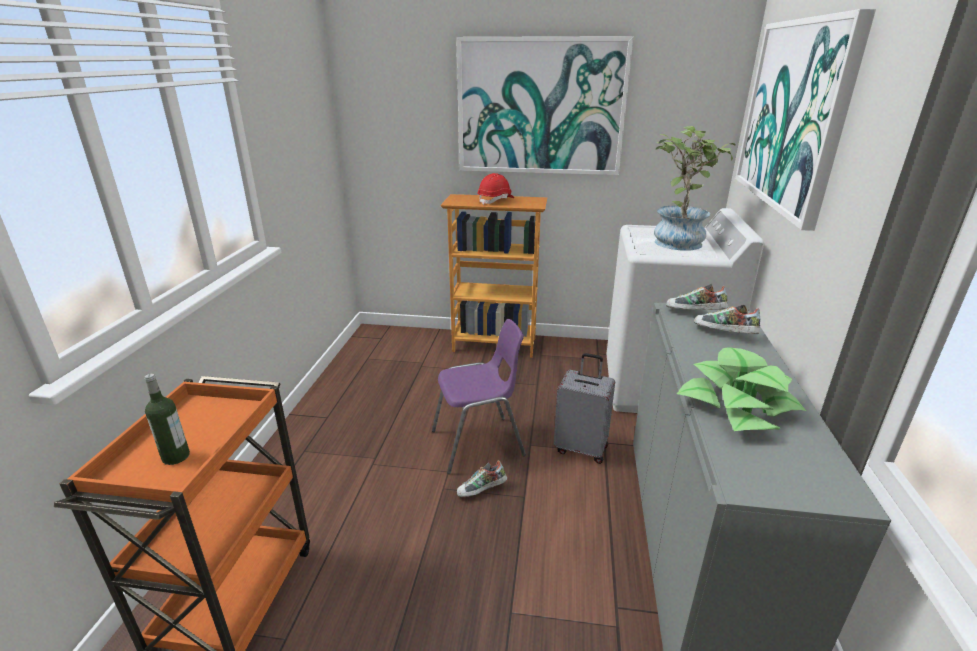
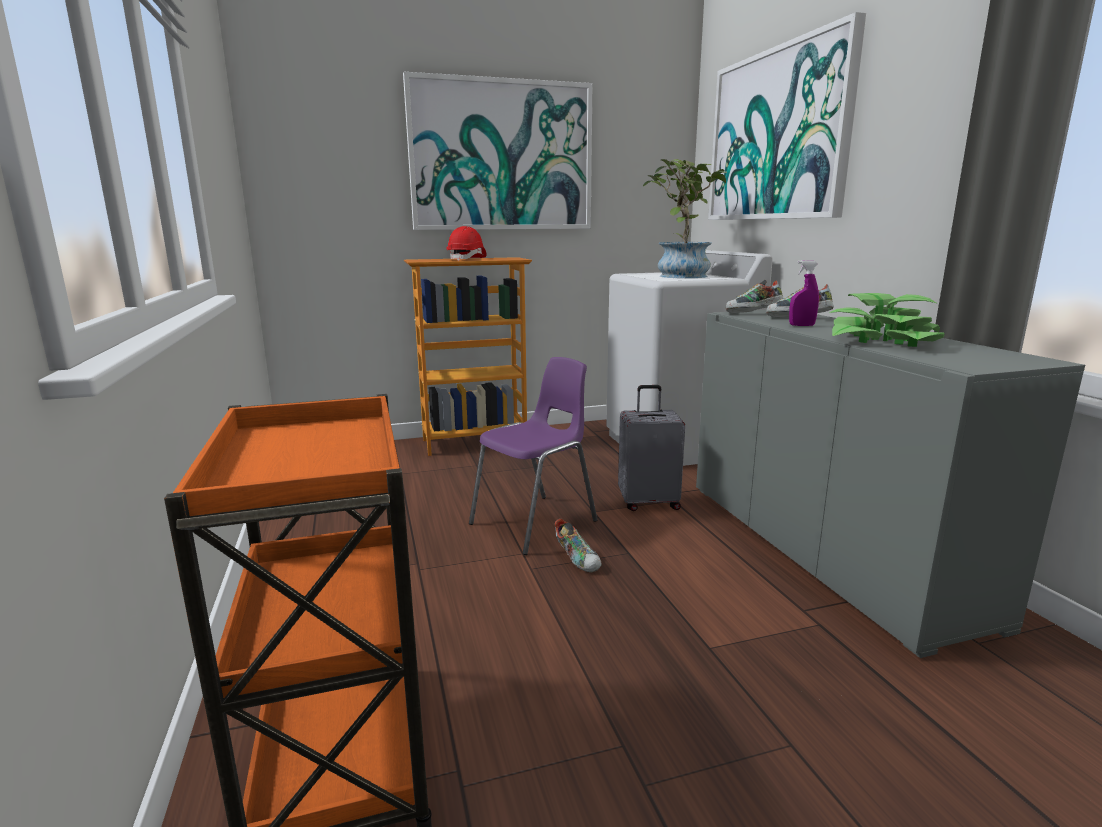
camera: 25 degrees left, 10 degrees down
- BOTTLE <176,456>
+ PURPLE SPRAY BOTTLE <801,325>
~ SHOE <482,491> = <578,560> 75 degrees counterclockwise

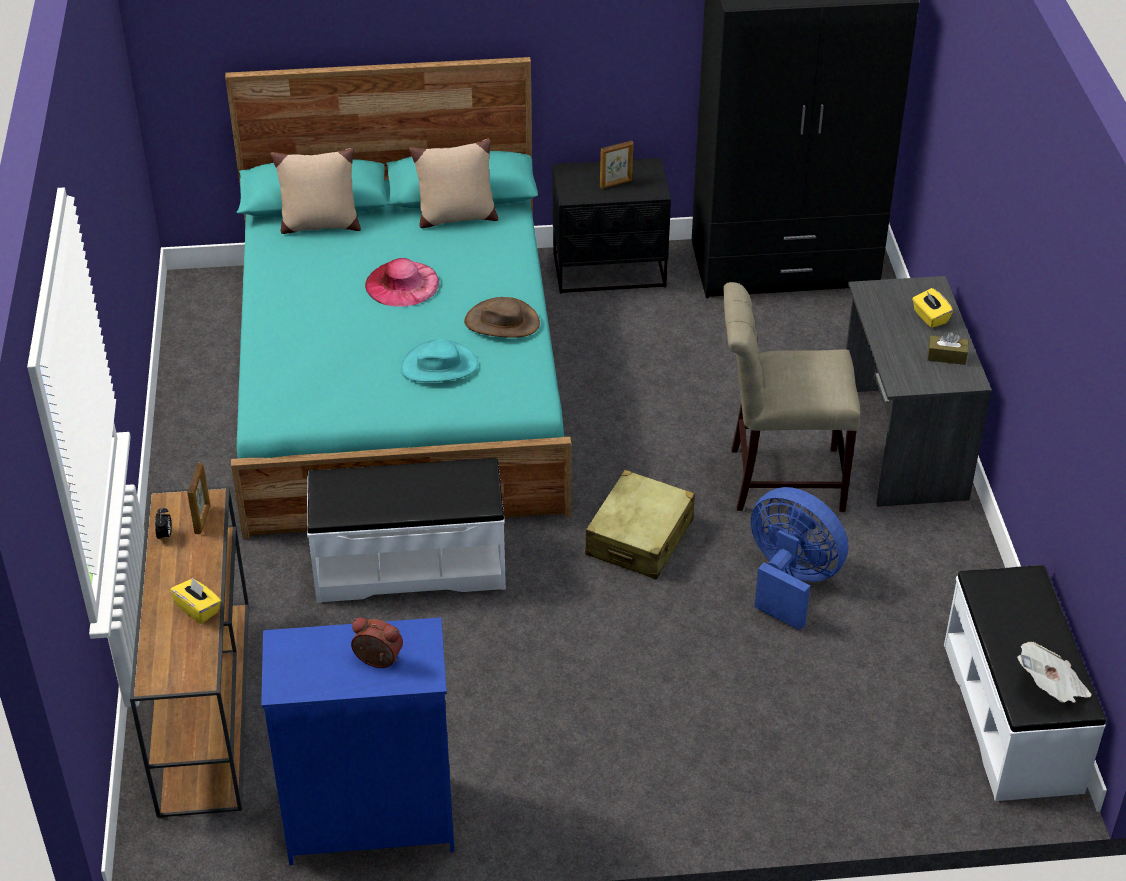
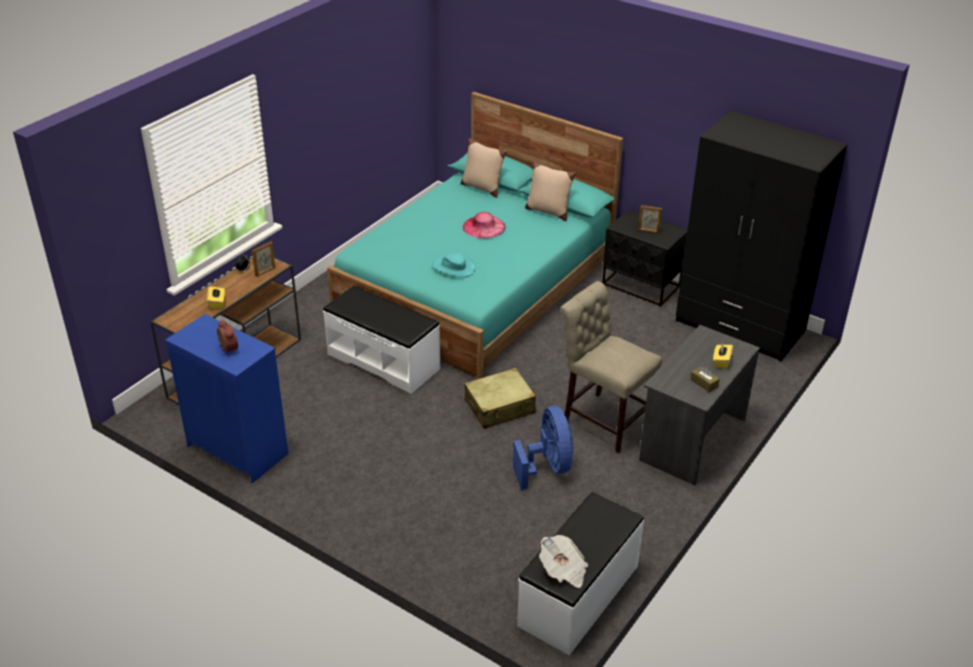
camera: 40 degrees right, 5 degrees down
- BROWN HAT <502,322>

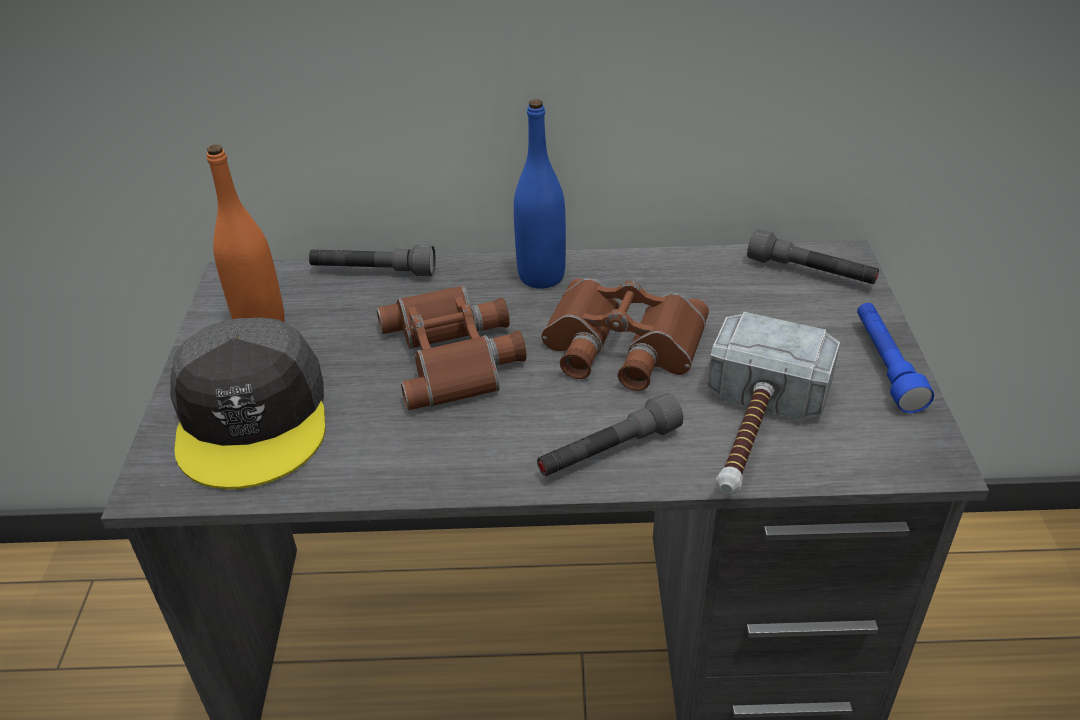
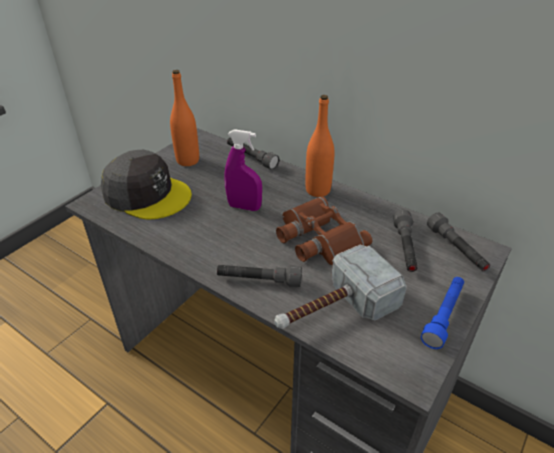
camera: 35 degrees right, 0 degrees up
+ GREY FLASHLIGHT <405,248>
~ BROWN BINOCULARS <455,355> to PURPLE SPRAY BOTTLE <244,207>
~ BLUE BOTTLE <541,276> to ORANGE BOTTLE <318,190>
~ GREY CAP <253,417> = <147,194> 90 degrees counterclockwise

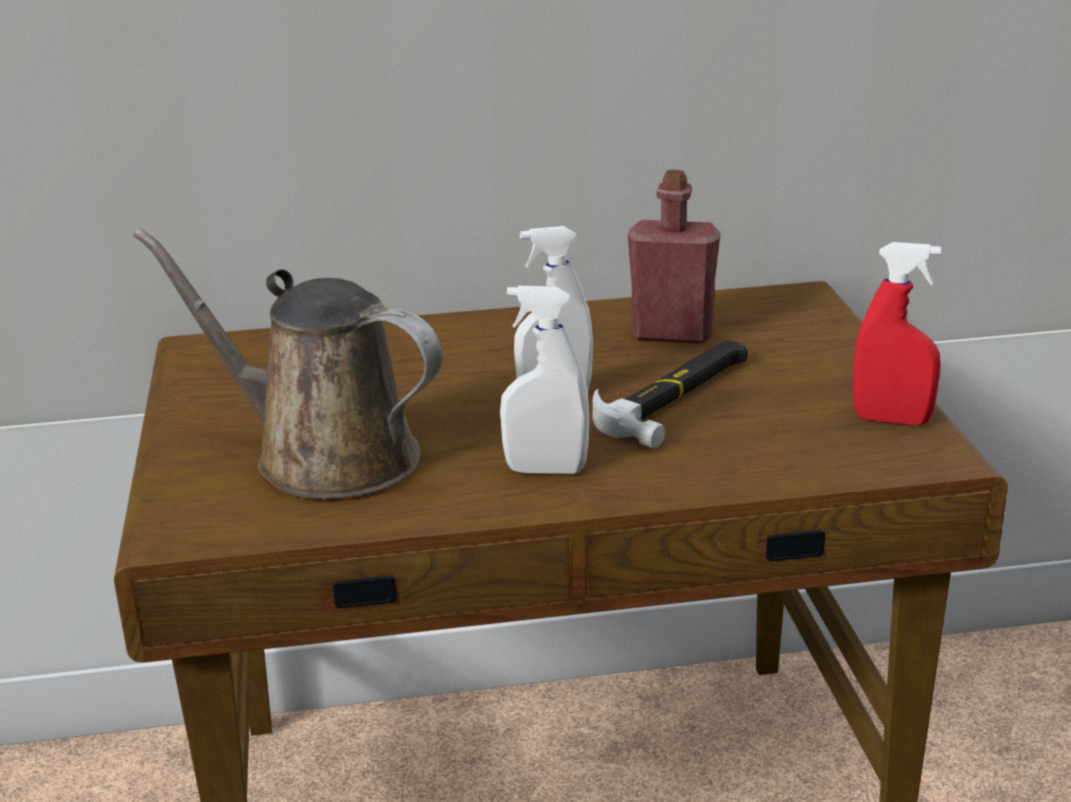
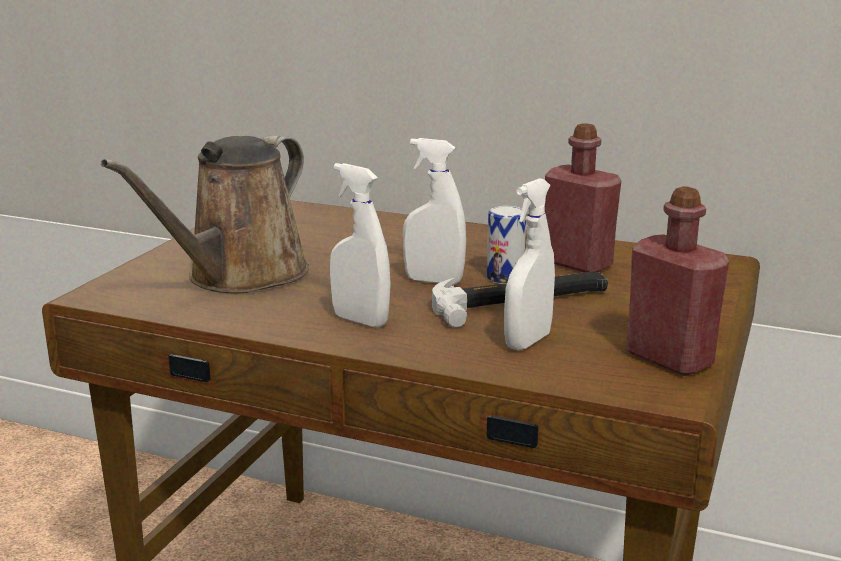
camera: 30 degrees right, 5 degrees down
+ CAN <505,277>
+ WHITE SPRAY BOTTLE <527,341>
~ RED SPRAY BOTTLE <891,420> to RED BOTTLE <669,359>
~ BROWN WATERING CAN <323,456> = <239,276> 120 degrees counterclockwise

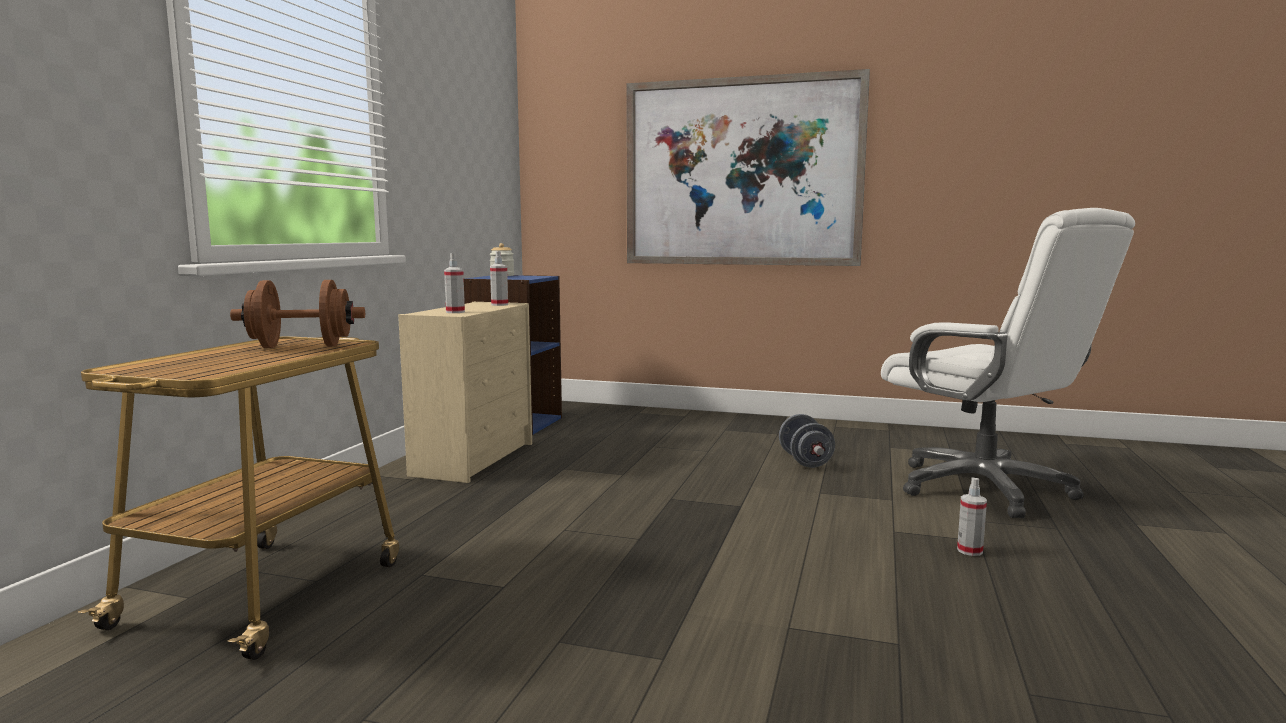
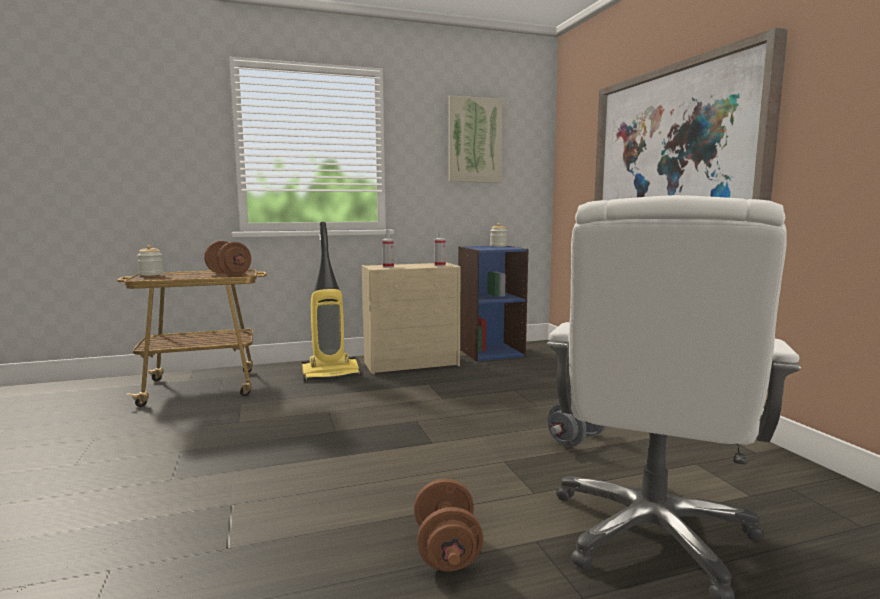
camera: 55 degrees right, 0 degrees up
+ JAR <151,274>
+ VACUUM CLEANER <331,374>
+ PICTURE <474,140>
~ SPRAY BOTTLE <969,551> to BROWN DUMBBELL <446,551>

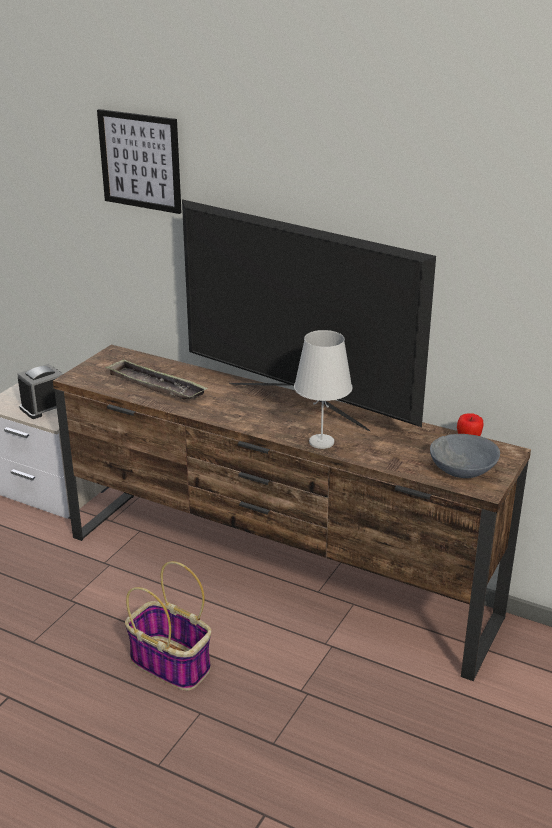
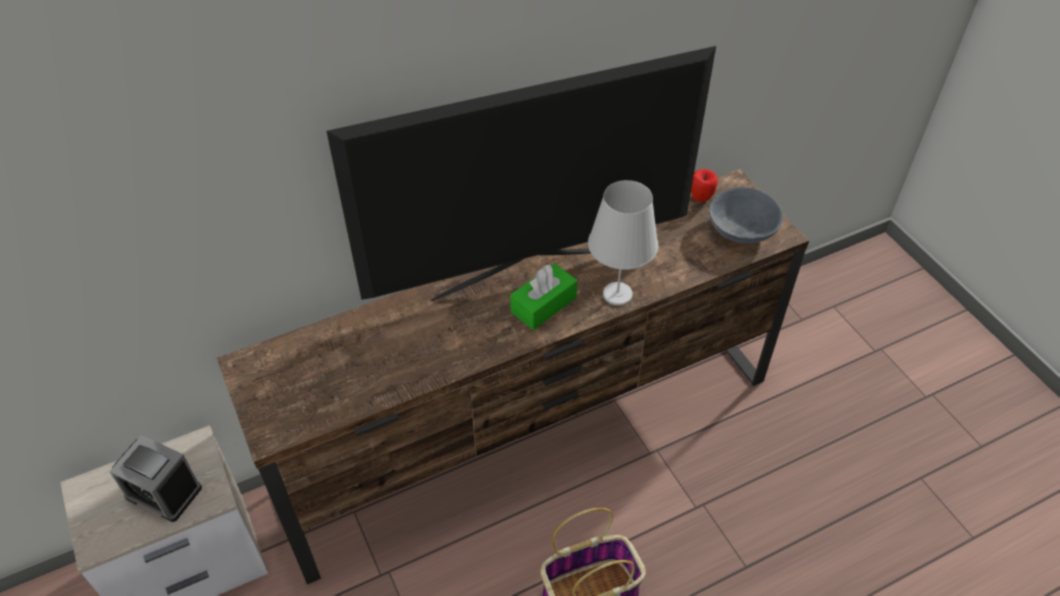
camera: 55 degrees left, 20 degrees up
- PICTURE <140,161>
- TRAY <155,386>
+ GREEN TISSUE BOX <543,305>
~ ALARM CLOCK <44,407> = <163,492> 60 degrees counterclockwise

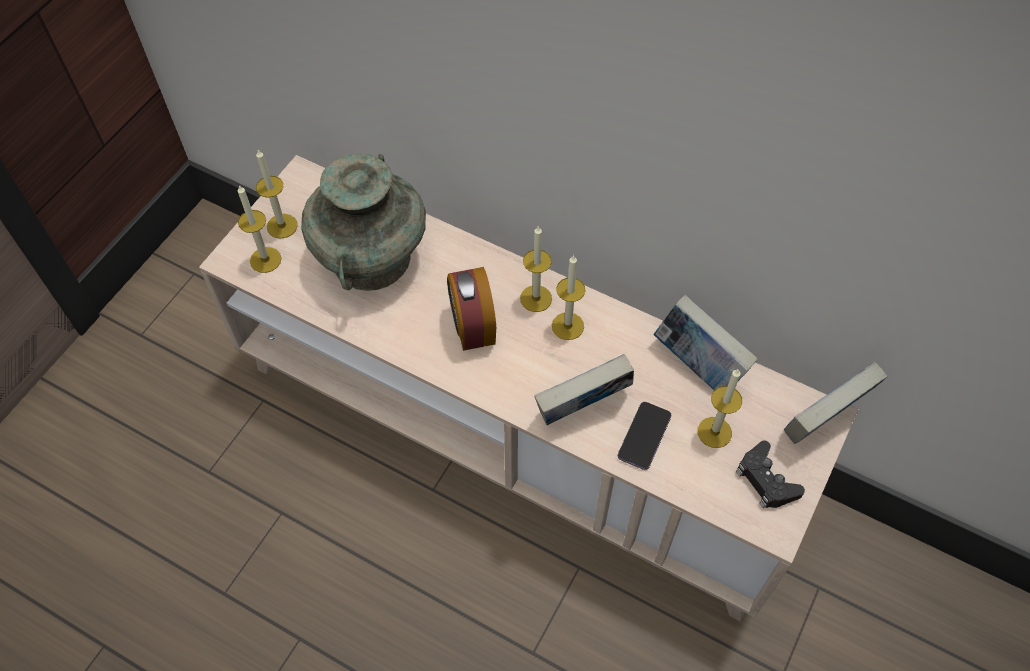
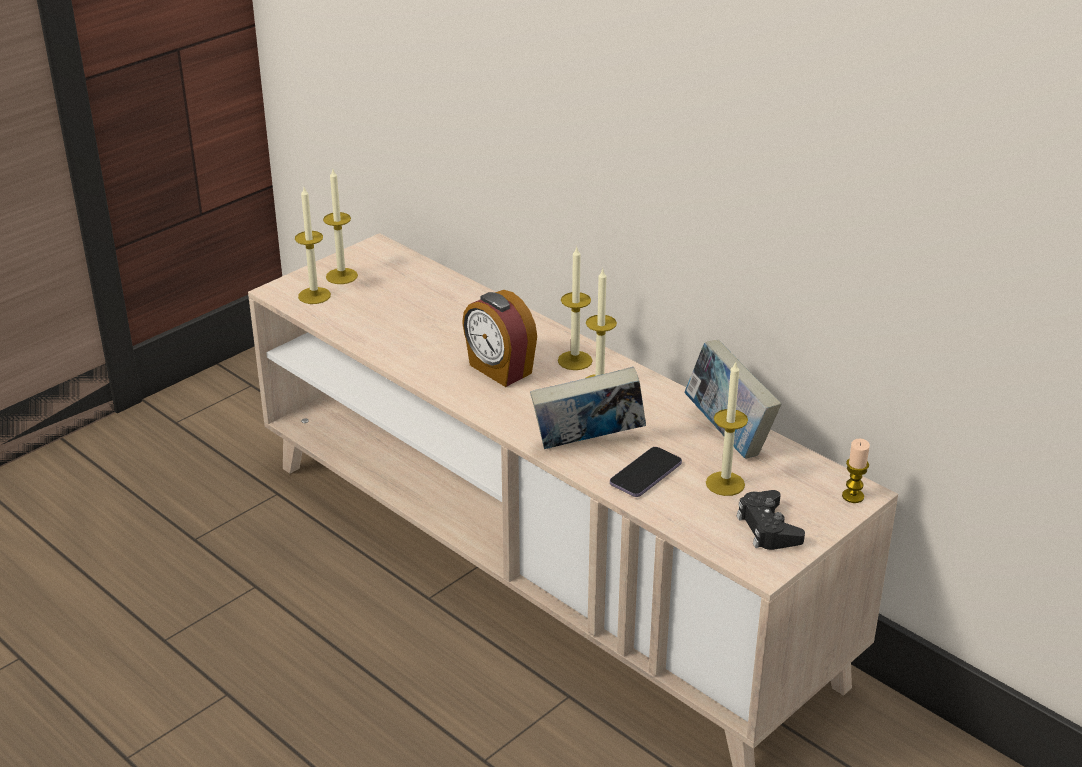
camera: 15 degrees right, 25 degrees down
- TURQUOISE VASE <371,259>
~ BOOK <823,422> to CANDLE <853,496>
~ ALARM CLOCK <472,327> = <499,370> 45 degrees counterclockwise

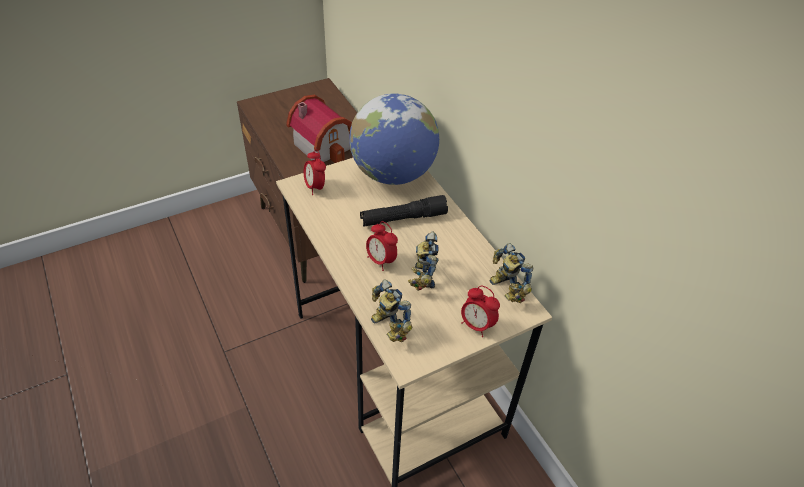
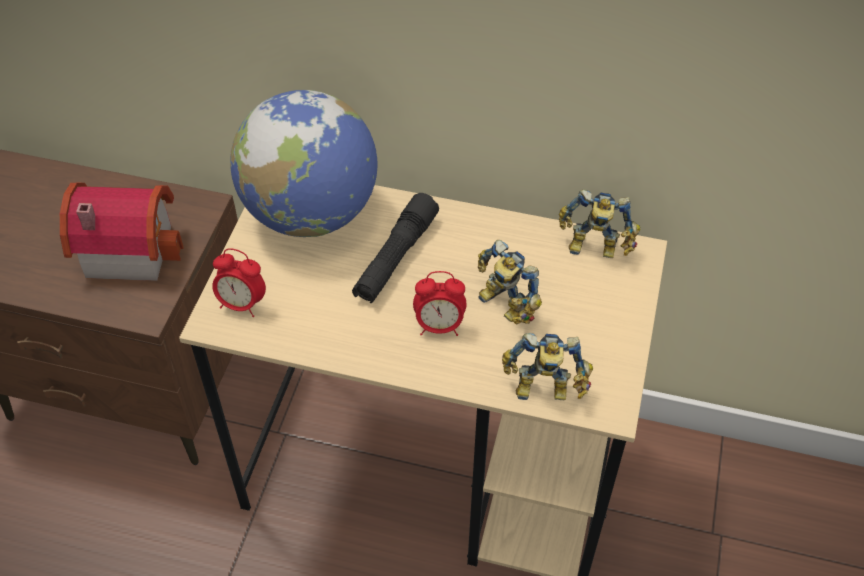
camera: 45 degrees left, 5 degrees up
- ALARM CLOCK <476,325>

